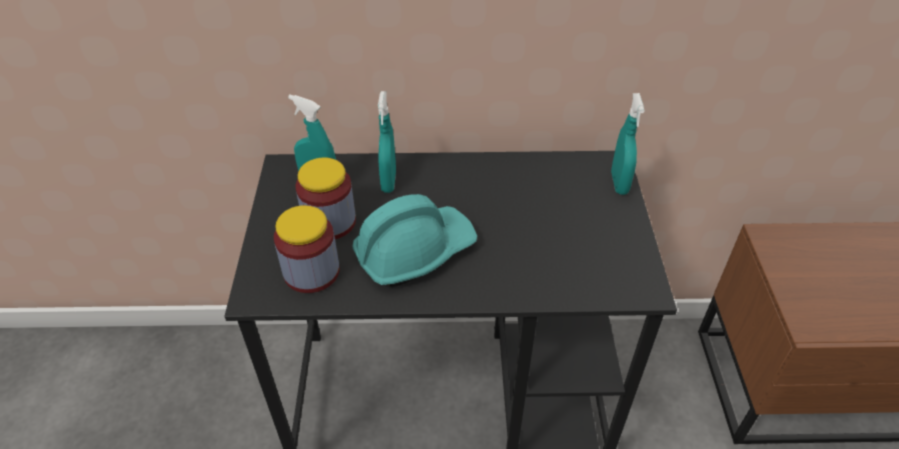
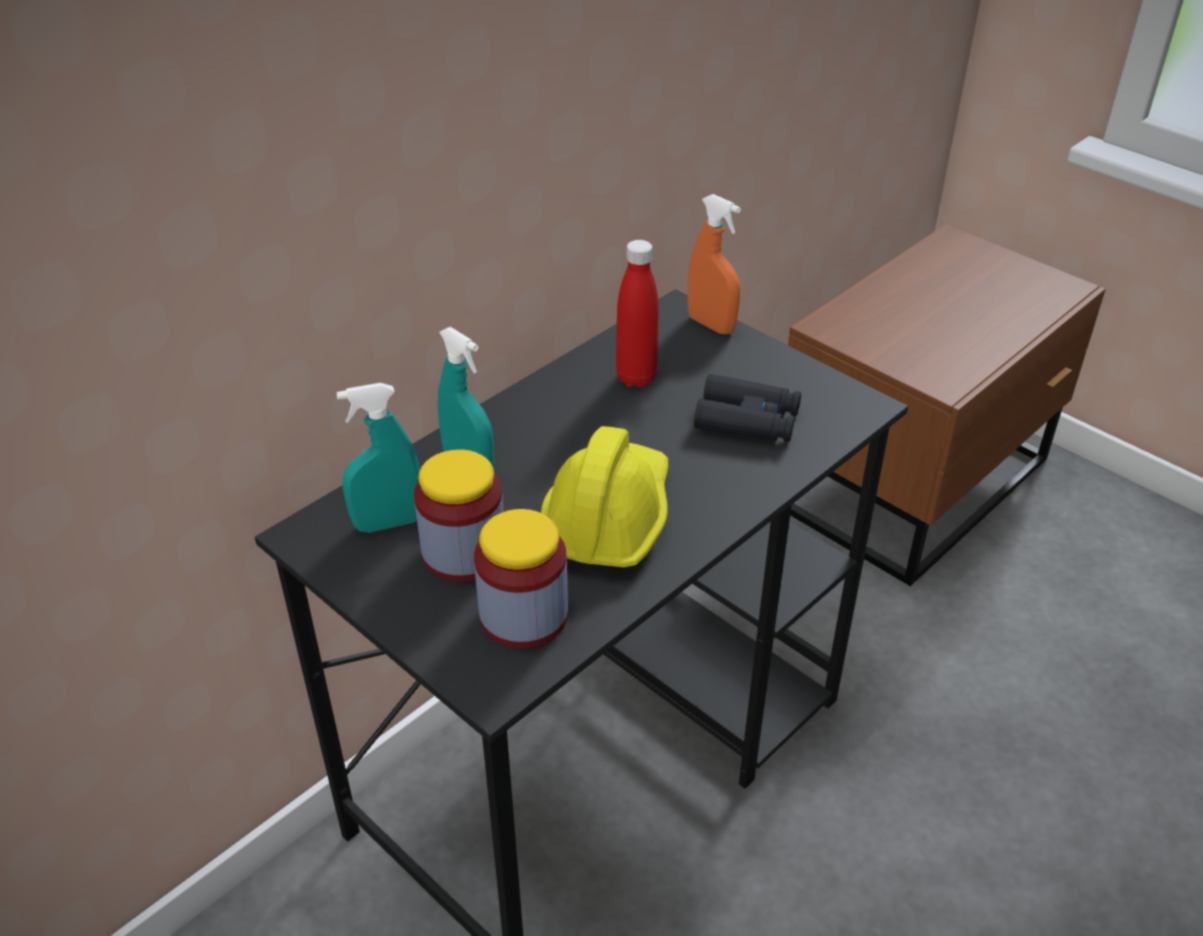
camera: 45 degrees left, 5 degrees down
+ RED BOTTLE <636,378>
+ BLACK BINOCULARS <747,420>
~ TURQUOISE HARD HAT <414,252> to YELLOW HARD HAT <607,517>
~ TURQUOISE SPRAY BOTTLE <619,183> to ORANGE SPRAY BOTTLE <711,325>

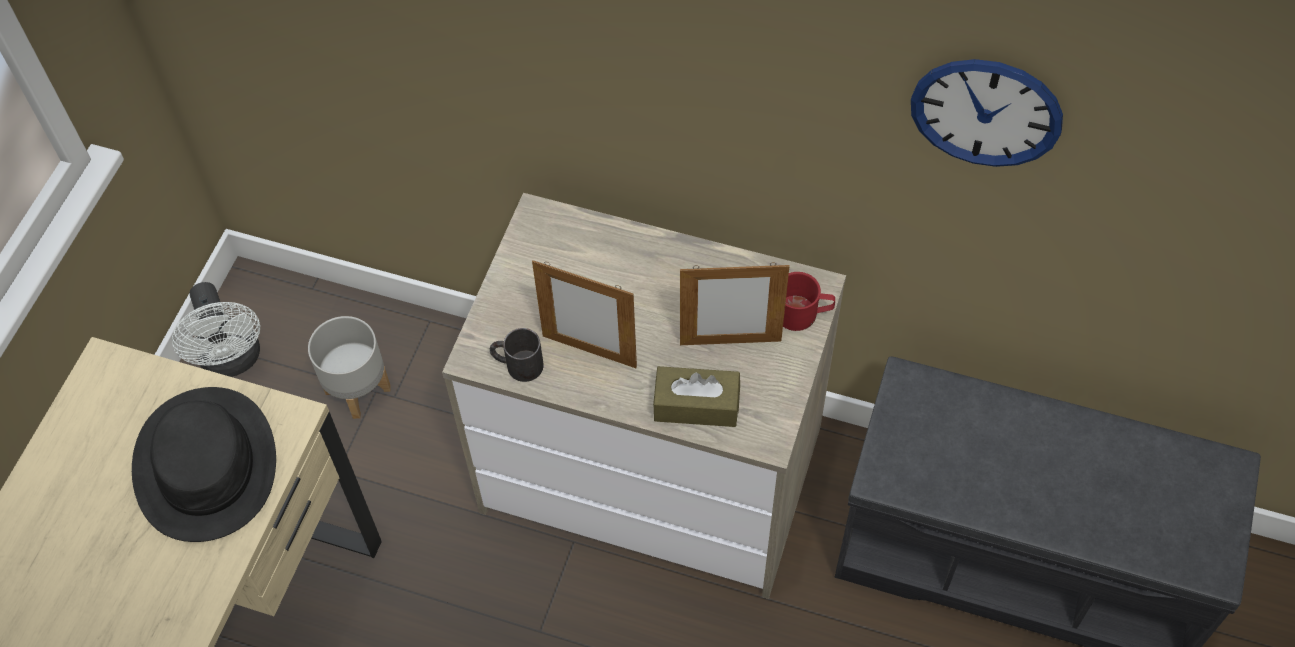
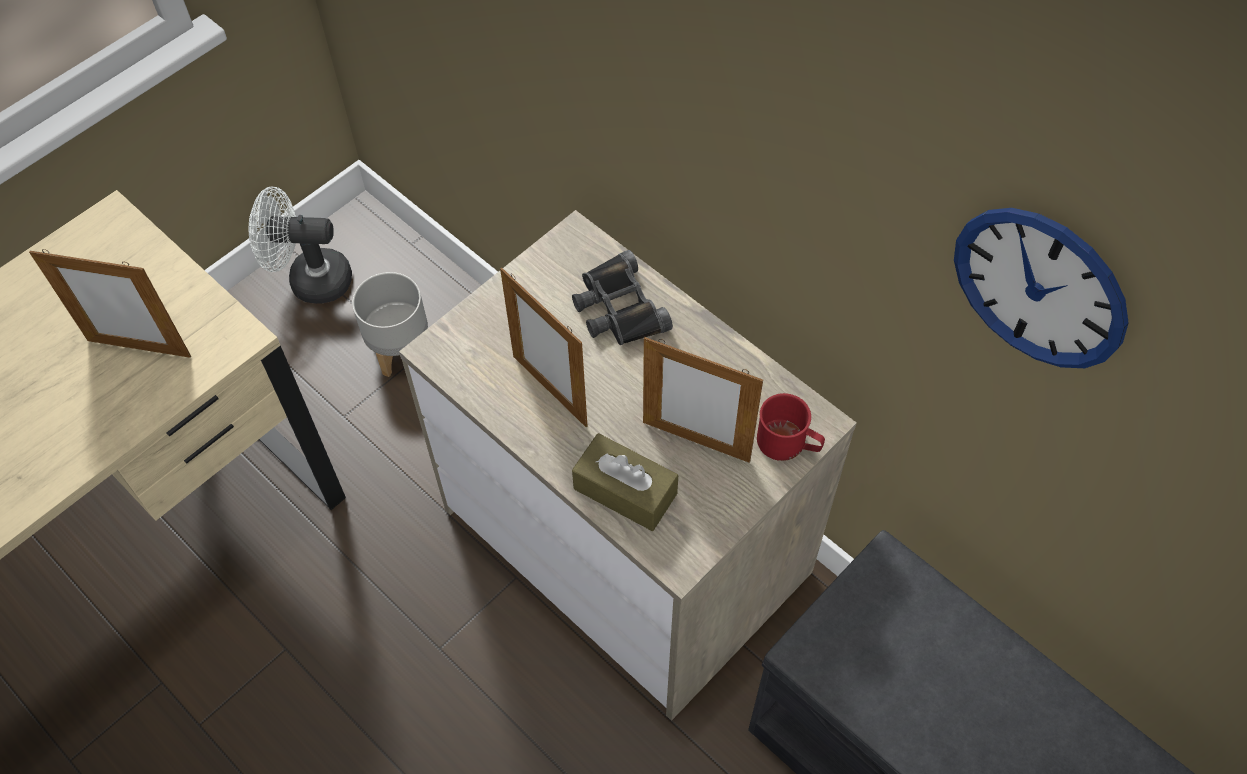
camera: 25 degrees right, 0 degrees up
- BLACK MUG <517,364>
+ BLACK BINOCULARS <618,308>
~ BLACK HAT <206,465> to PICTURE FRAME <139,348>
~ WHITE FAN <232,361> = <310,280> 90 degrees clockwise

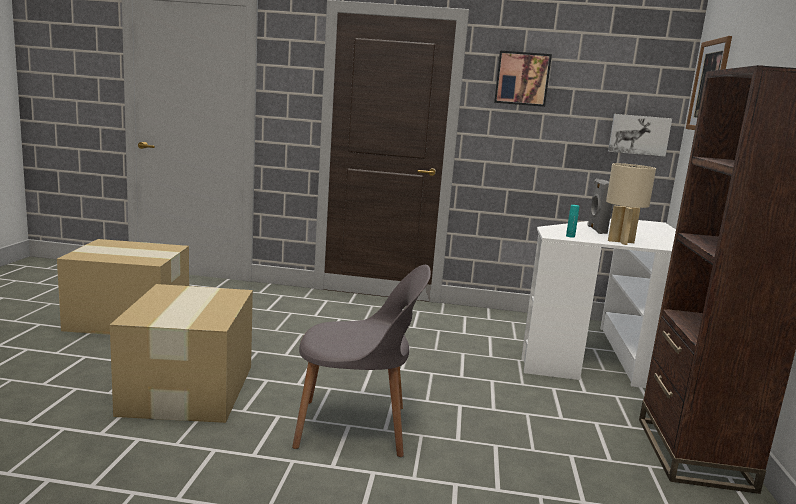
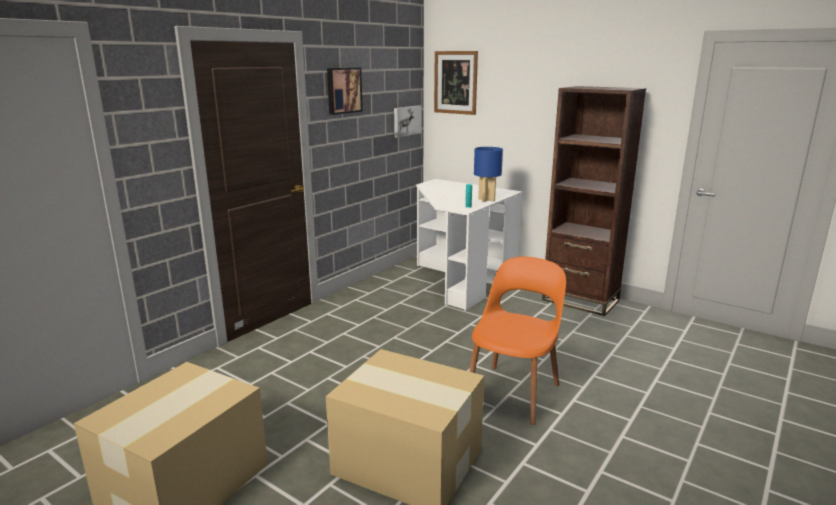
camera: 60 degrees left, 5 degrees up
- GREY SPEAKER <596,230>
~ GREY CHAIR <356,427> to ORANGE CHAIR <513,392>
~ BEIGE TABLE LAMP <621,241> to BLUE TABLE LAMP <486,200>

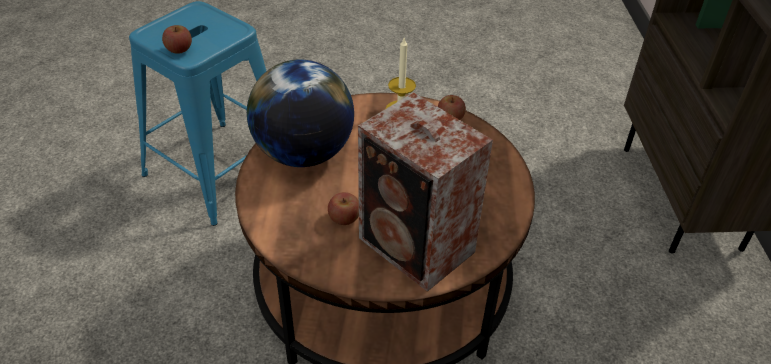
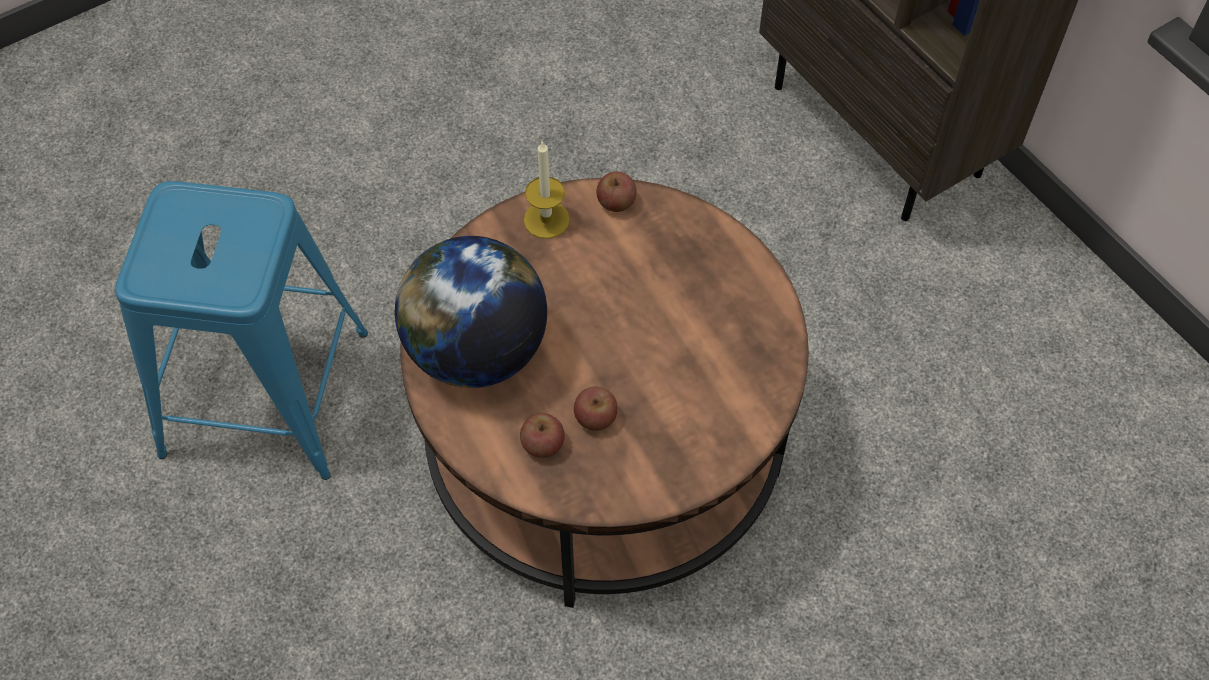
camera: 30 degrees left, 15 degrees up
- SPEAKER <418,248>
~ APPLE <179,49> to <542,444>

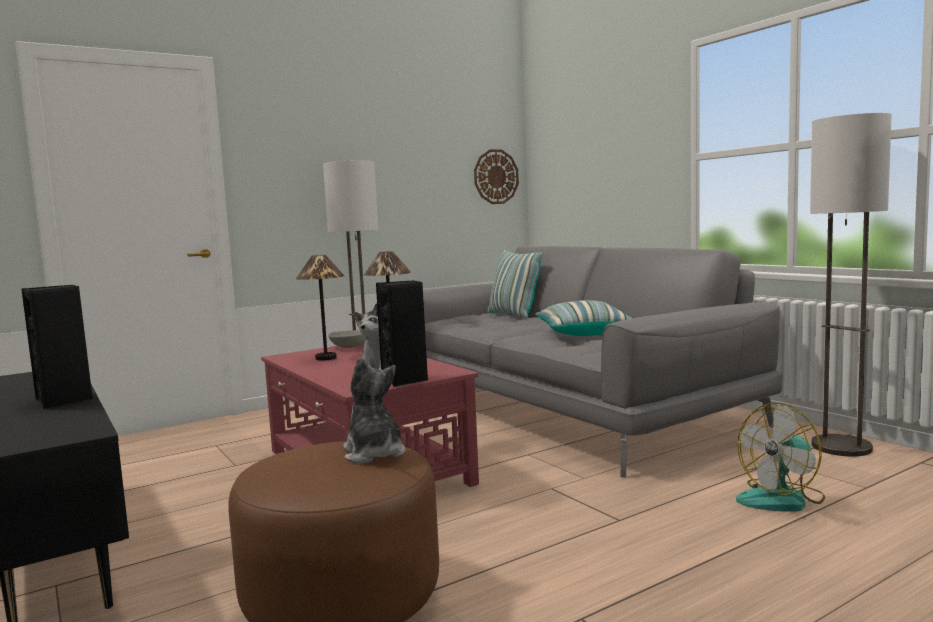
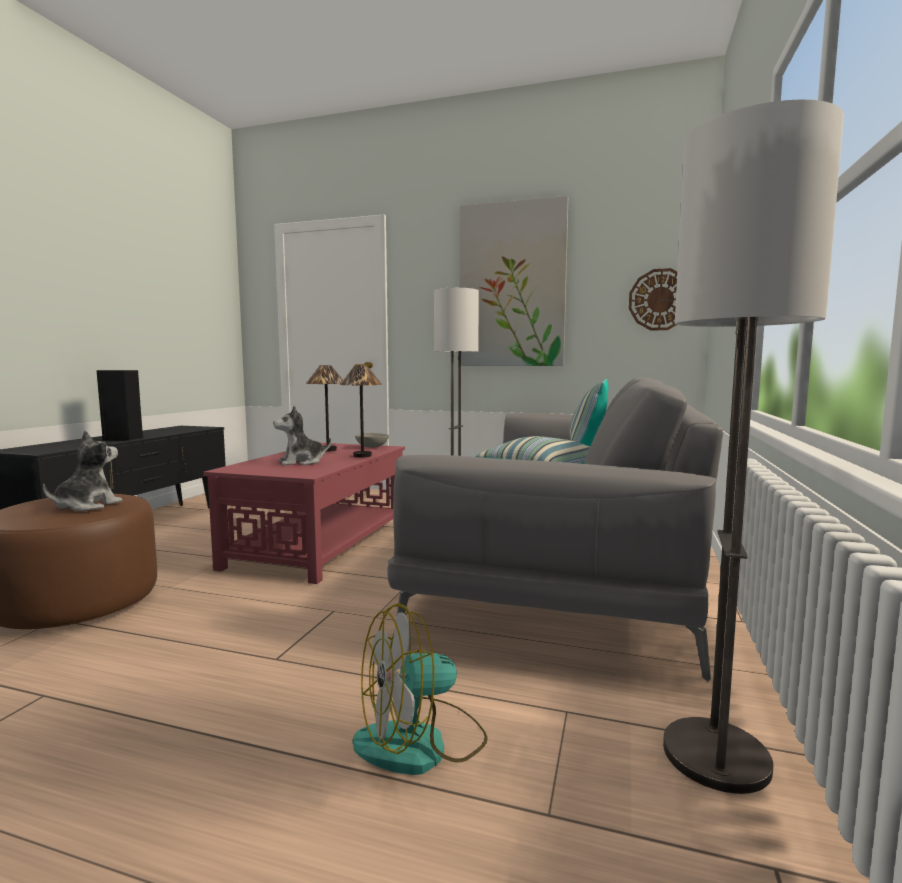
camera: 50 degrees right, 0 degrees up
- BLACK SPEAKER <405,380>
+ PICTURE <512,285>
~ FAN <782,499> = <421,743> 45 degrees counterclockwise

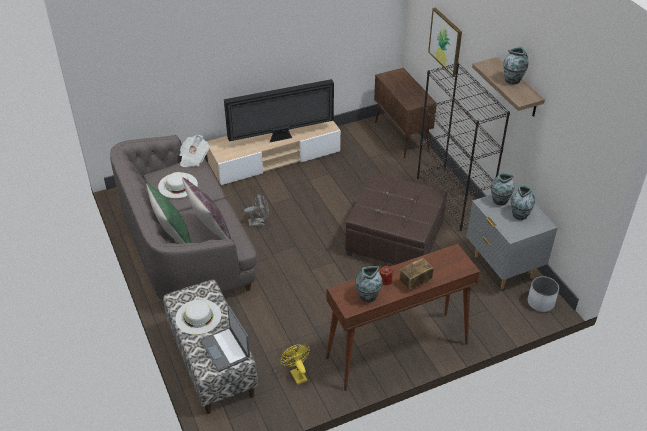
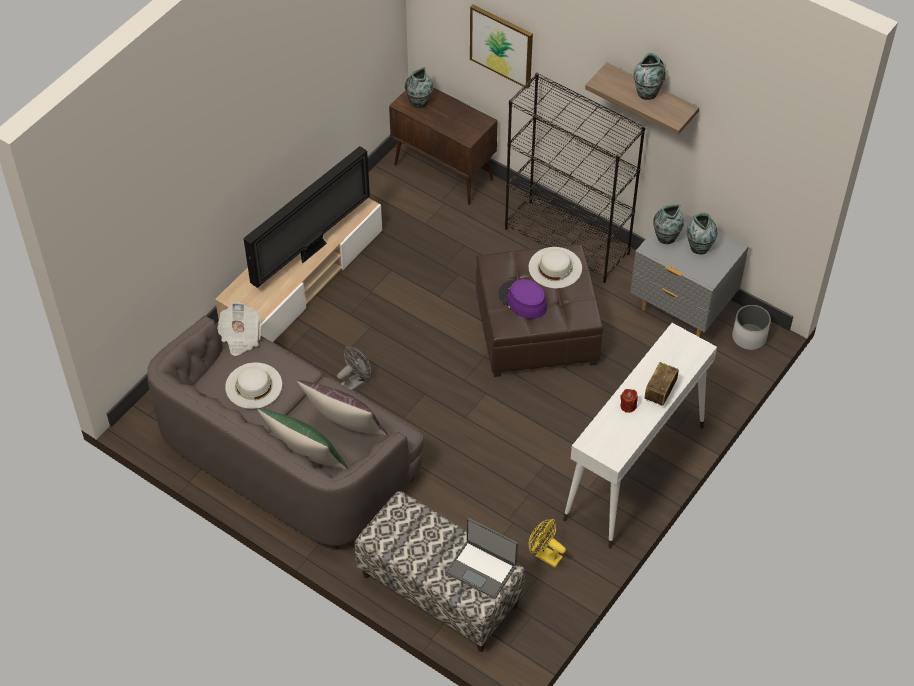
camera: 30 degrees left, 10 degrees up
+ PURPLE HAT <522,301>
~ WHITE HAT <198,316> to <555,267>
~ VASE <367,296> to <419,102>
~ BROWN CONSOLE TABLE <396,351> to WHITE CONSOLE TABLE <634,473>

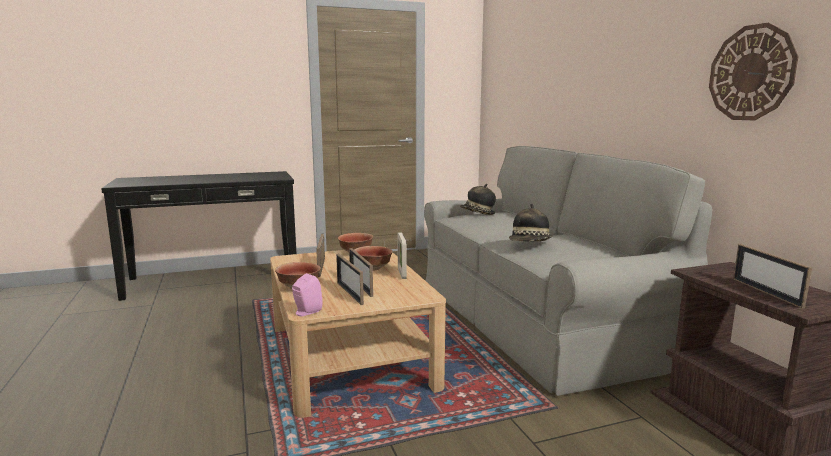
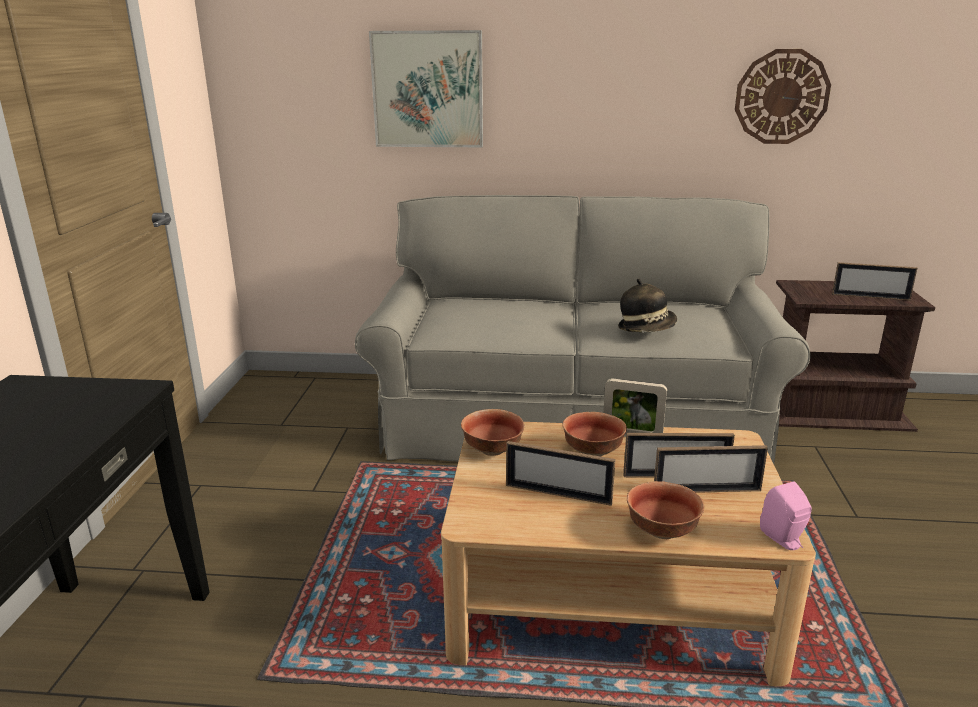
camera: 65 degrees left, 10 degrees up
- HAT <477,213>
+ PICTURE <427,90>

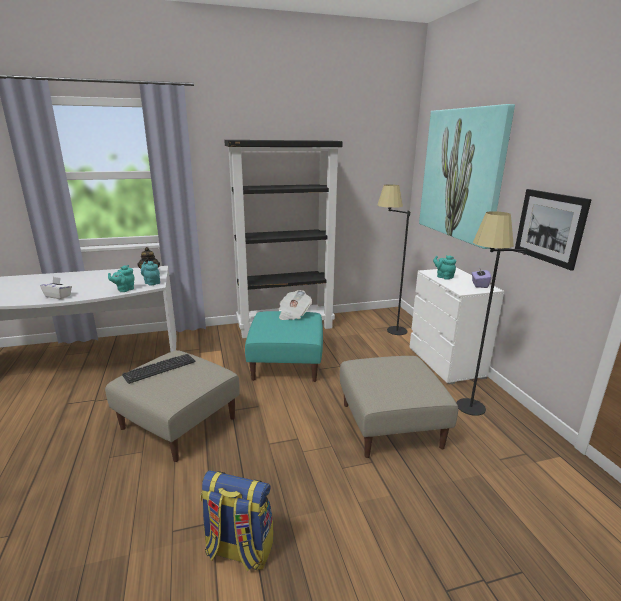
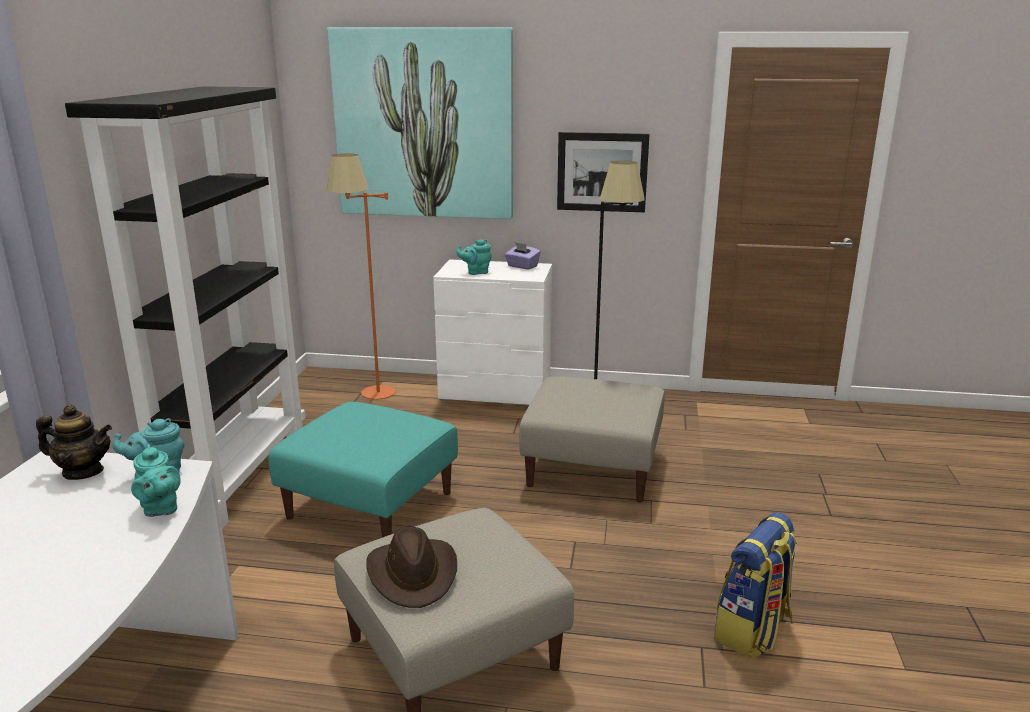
camera: 65 degrees left, 0 degrees up
- WHITE TISSUE BOX <58,296>
- NEWSPAPER <293,314>
~ KEYBOARD <160,368> to BROWN HAT <413,574>
~ BLACK FLOOR LAMP <388,331> to ORANGE FLOOR LAMP <371,398>

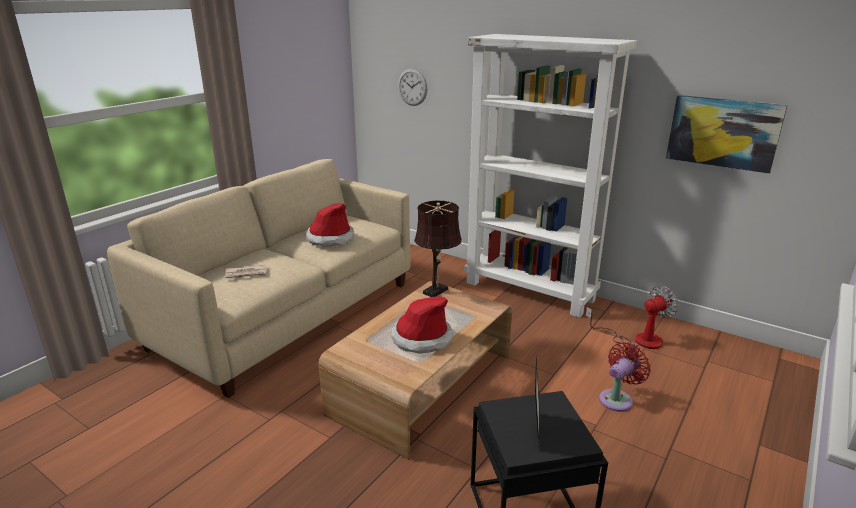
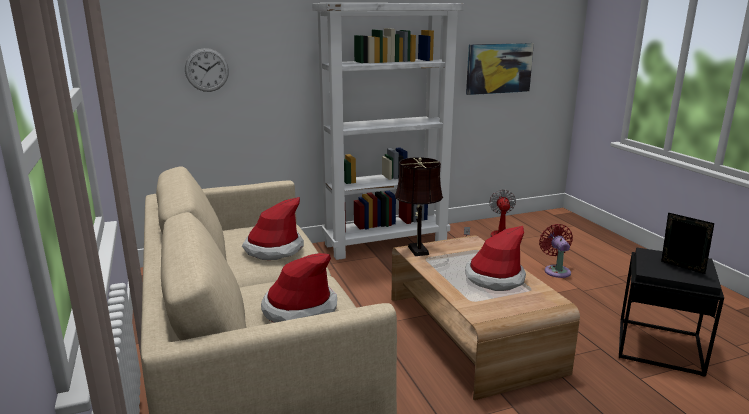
camera: 55 degrees left, 5 degrees down
~ NEWSPAPER <247,274> to HAT <299,309>

